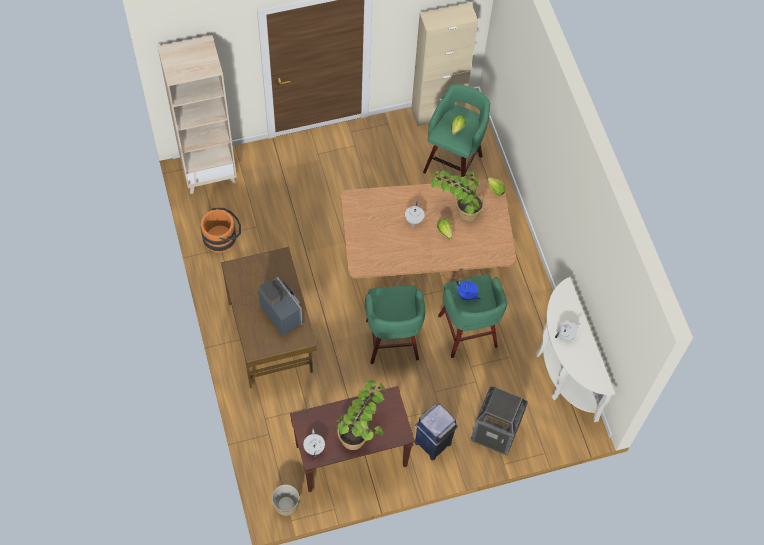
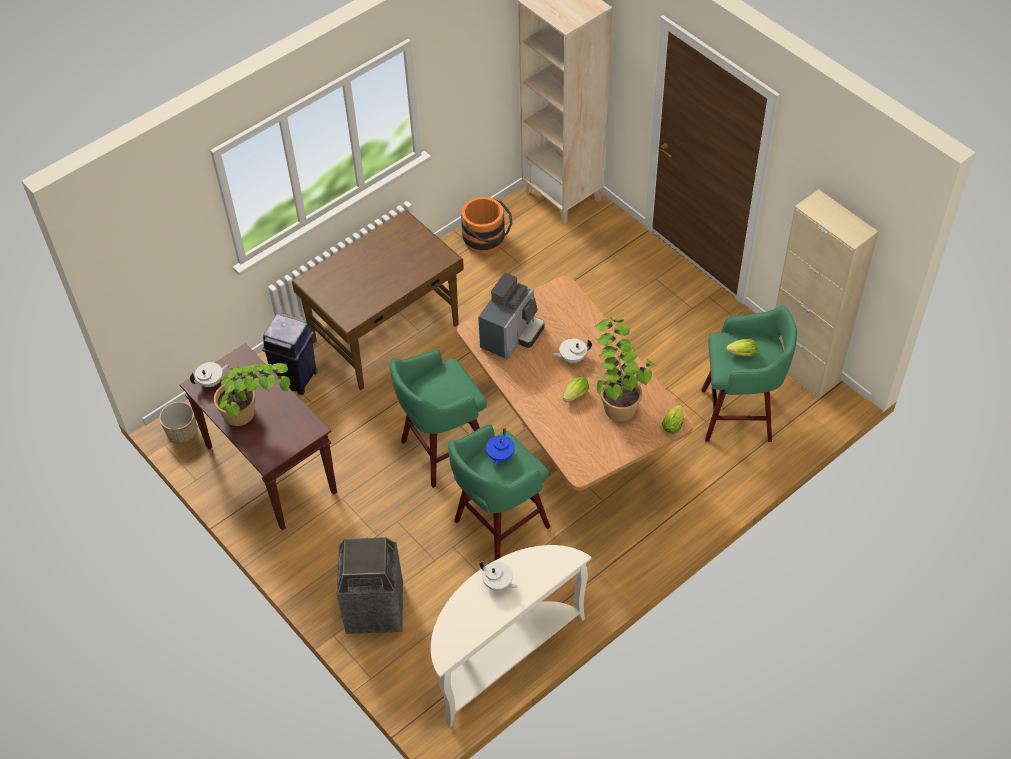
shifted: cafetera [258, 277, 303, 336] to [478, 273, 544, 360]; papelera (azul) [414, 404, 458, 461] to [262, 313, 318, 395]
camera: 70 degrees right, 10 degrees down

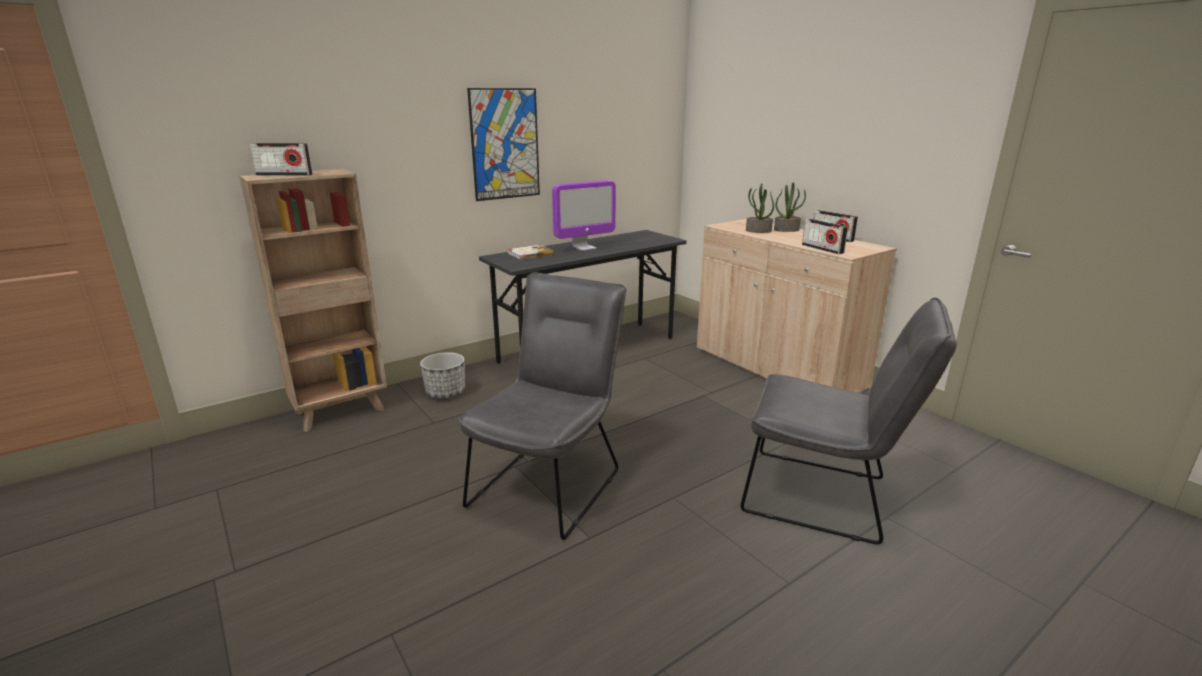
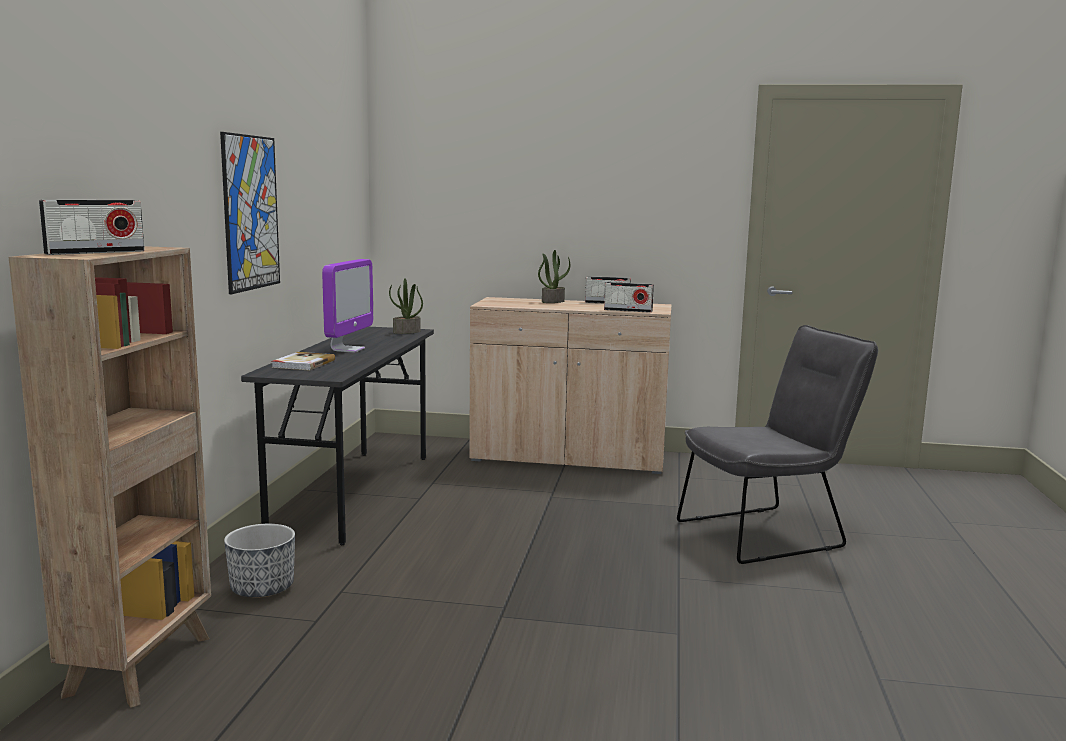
gone: silla (gris) [458, 272, 626, 540]
shifted: planta en maceta [746, 183, 774, 233] to [389, 278, 423, 334]
camera: 45 degrees left, 10 degrees down

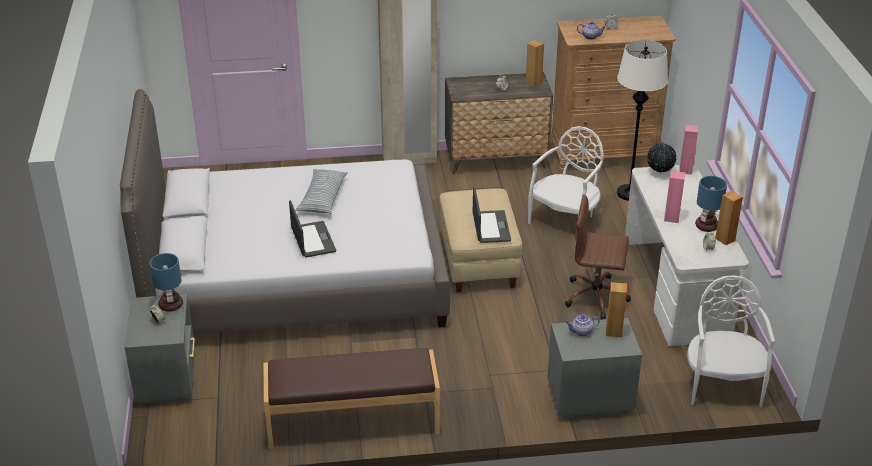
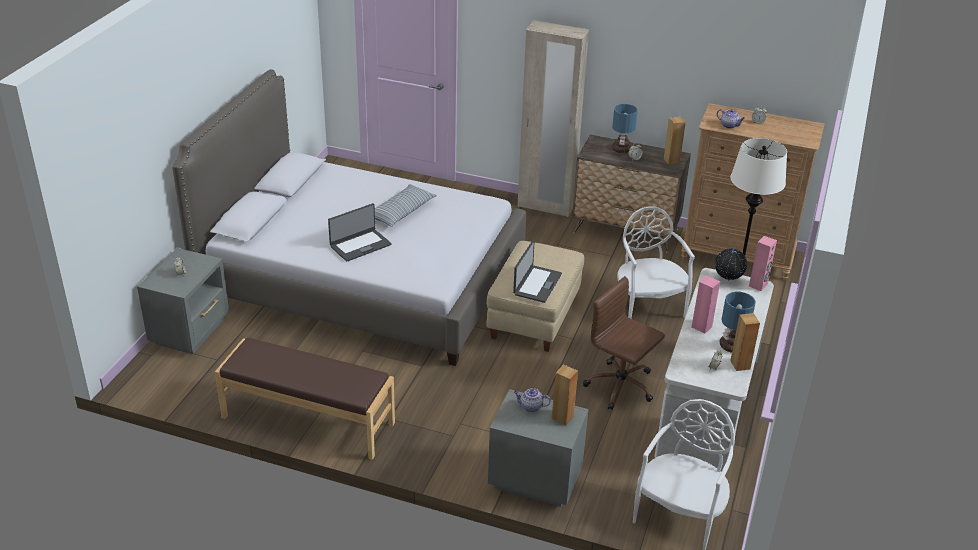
shifted: lámpara de mesa [149, 253, 183, 312] to [612, 104, 638, 153]
rotated: portátil [289, 200, 336, 258] = [328, 203, 392, 262] 45 degrees clockwise; silla (blanco) [528, 126, 603, 224] = [617, 206, 695, 319] 75 degrees counterclockwise
camera: 25 degrees right, 0 degrees up

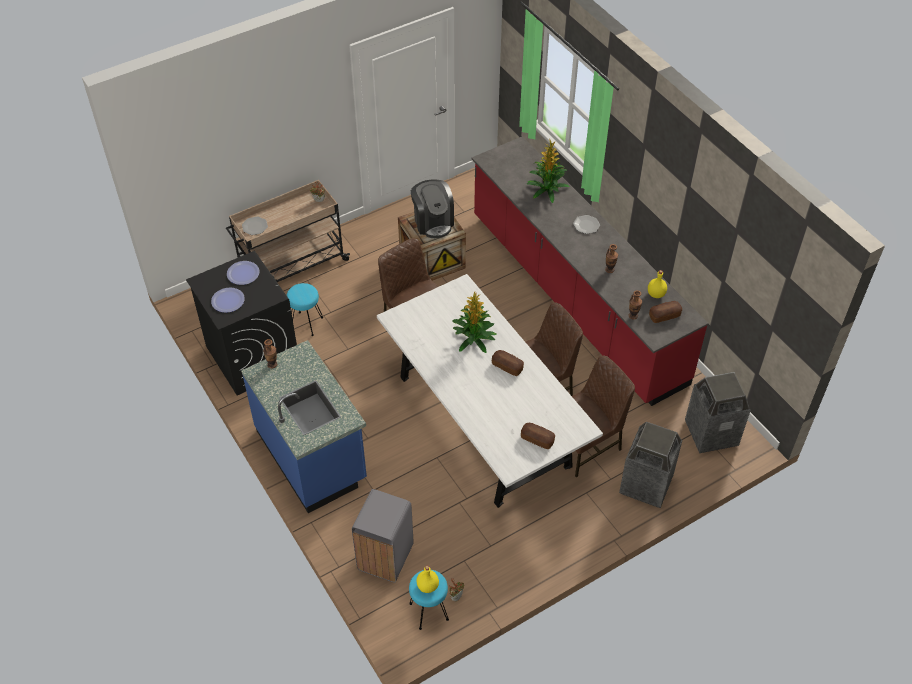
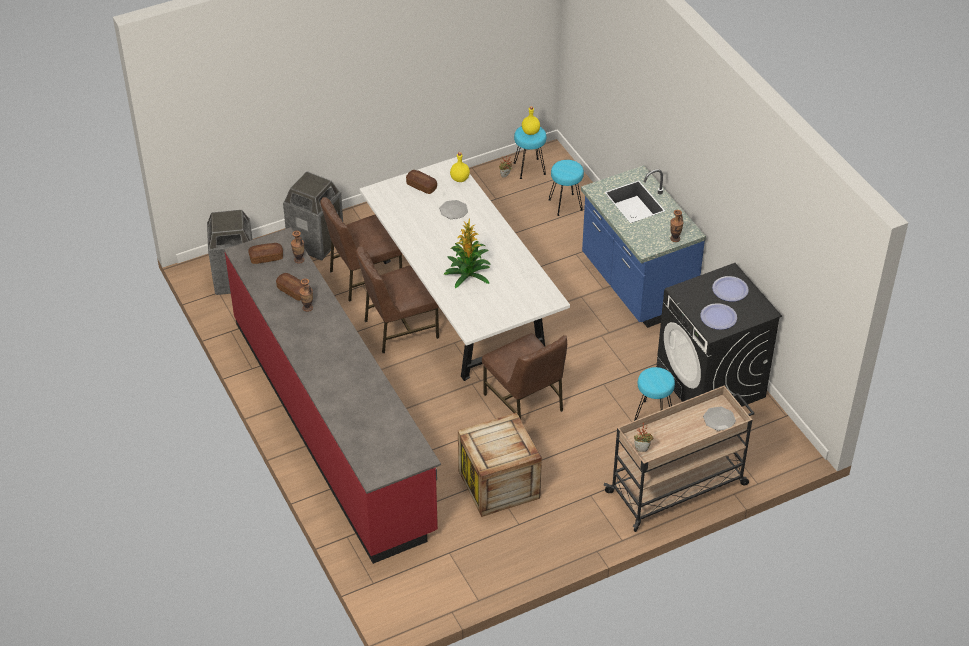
gone: cafetera [411, 180, 454, 238]; planta en maceta [527, 138, 570, 203]
shifted: pan [492, 350, 524, 376] to [276, 273, 304, 301]; plato [573, 215, 600, 234] to [440, 200, 468, 219]; botella (amarillo) [648, 270, 667, 298] to [450, 152, 470, 182]
swapped: papelera (gris) [352, 489, 414, 582] to taburete (turquesa) [548, 160, 584, 216]
camera: 175 degrees left, 5 degrees down

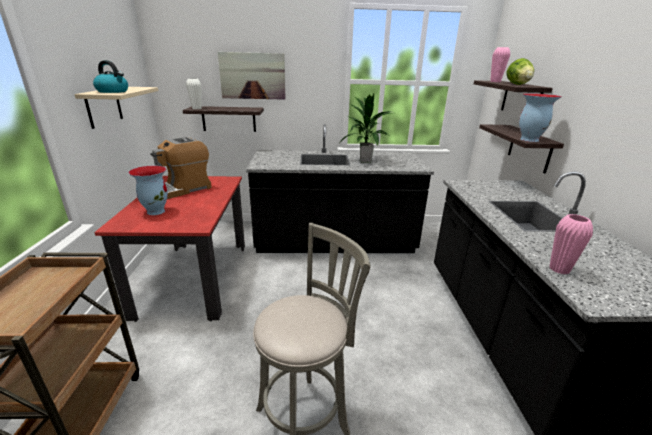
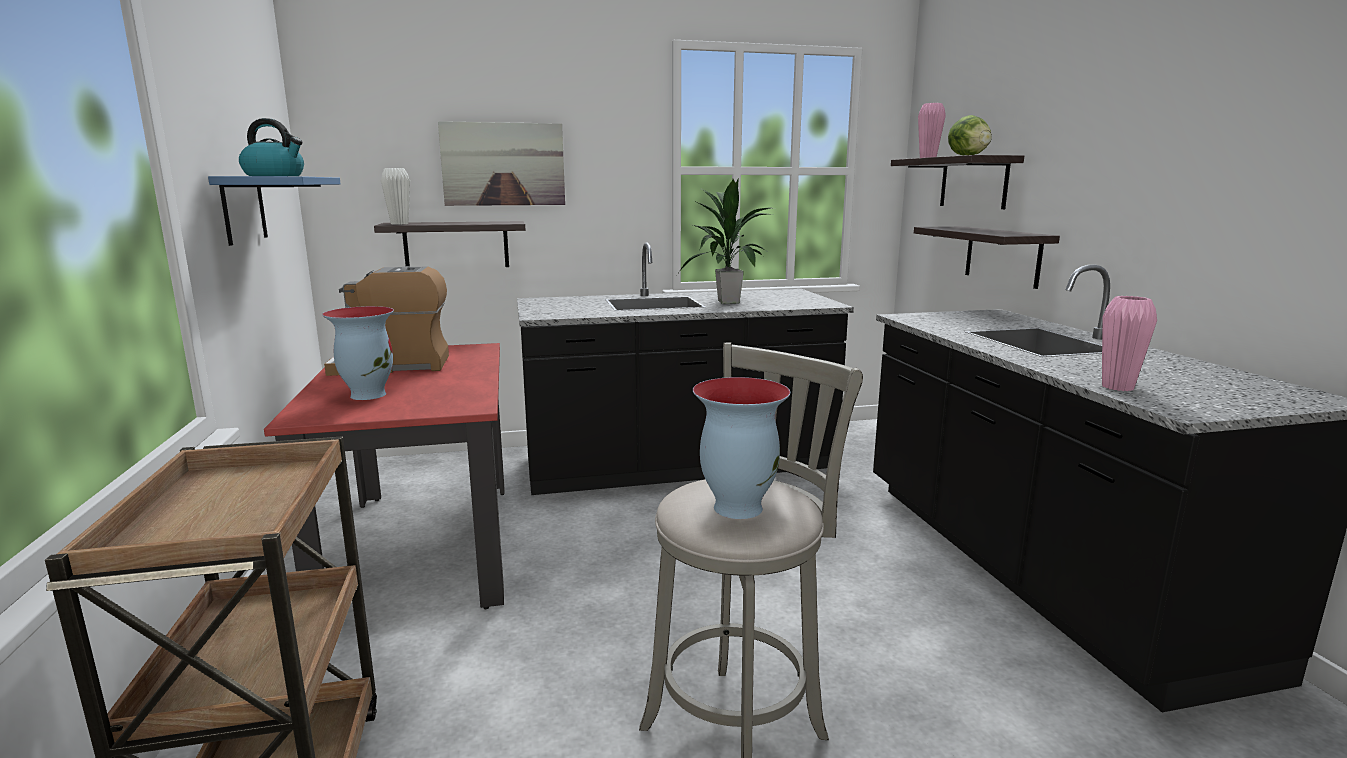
shifted: florero [519, 93, 562, 142] to [693, 377, 790, 519]
repainted: estante (beis) [74, 87, 158, 129] to estante (azul) [208, 176, 340, 246]
rotated: cafetera [150, 137, 212, 199] = [324, 266, 449, 376] 45 degrees clockwise
camera: 10 degrees left, 10 degrees down

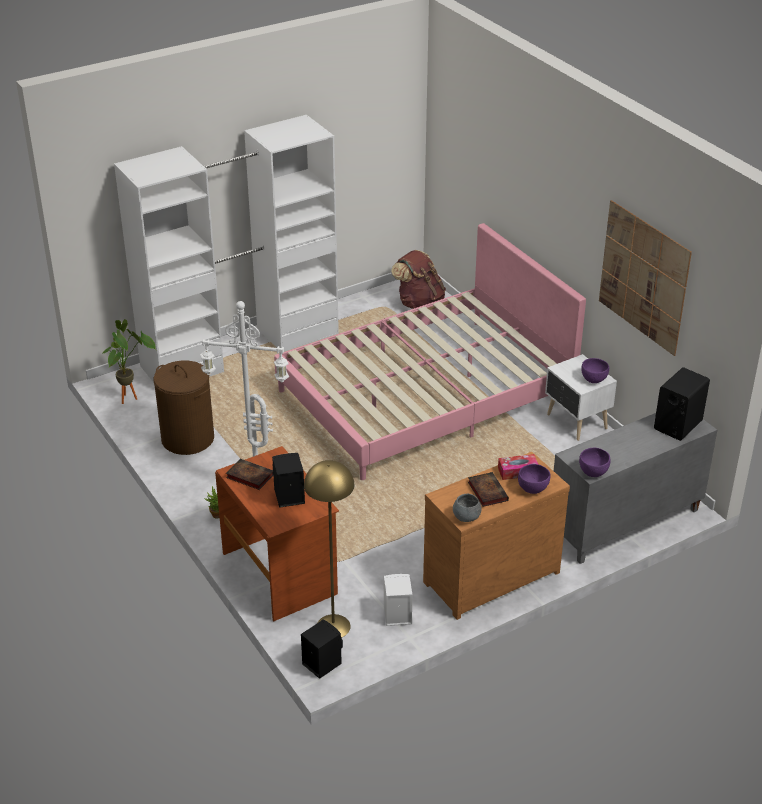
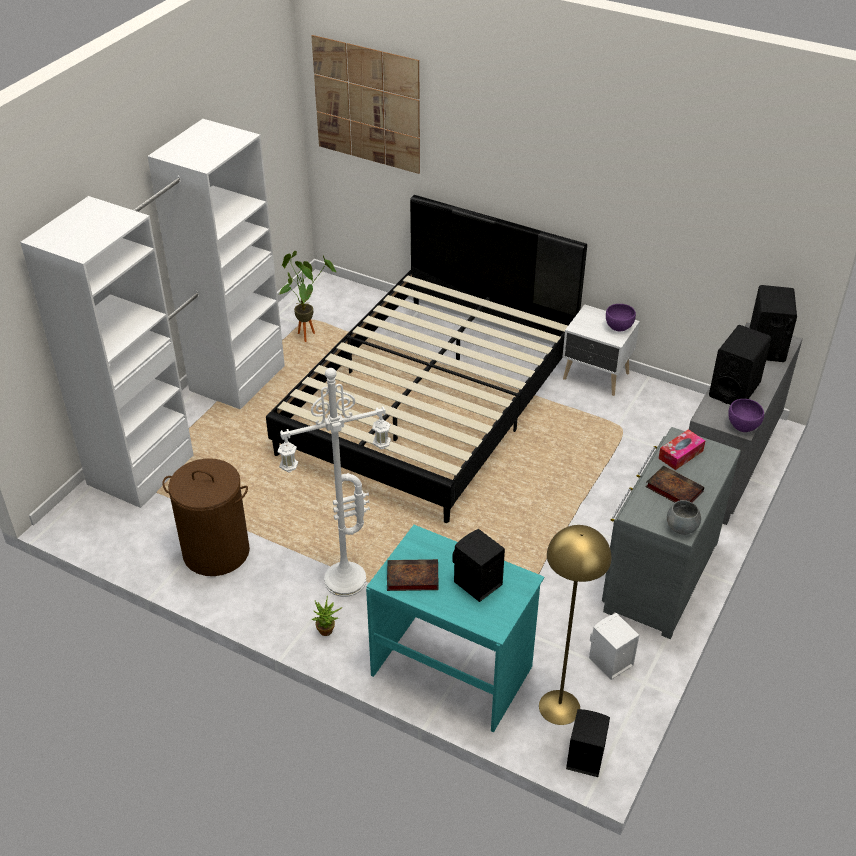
gone: mochila (marrón) [391, 250, 446, 309]; cuenco (morado) [518, 464, 551, 494]
new: altavoz (negro) [709, 325, 771, 405]
shifted: planta en maceta [102, 319, 156, 404] to [279, 251, 336, 342]; cuadro [599, 200, 692, 356] to [311, 35, 420, 174]
repainted: escritorio (marrón) [215, 446, 339, 621] to escritorio (turquesa) [366, 525, 544, 732]; cama (rosa) [274, 223, 586, 480] to cama (negro) [266, 195, 587, 523]; cómoda (marrón) [423, 452, 570, 620] to cómoda (gris) [602, 427, 741, 639]
camera: 30 degrees left, 5 degrees up

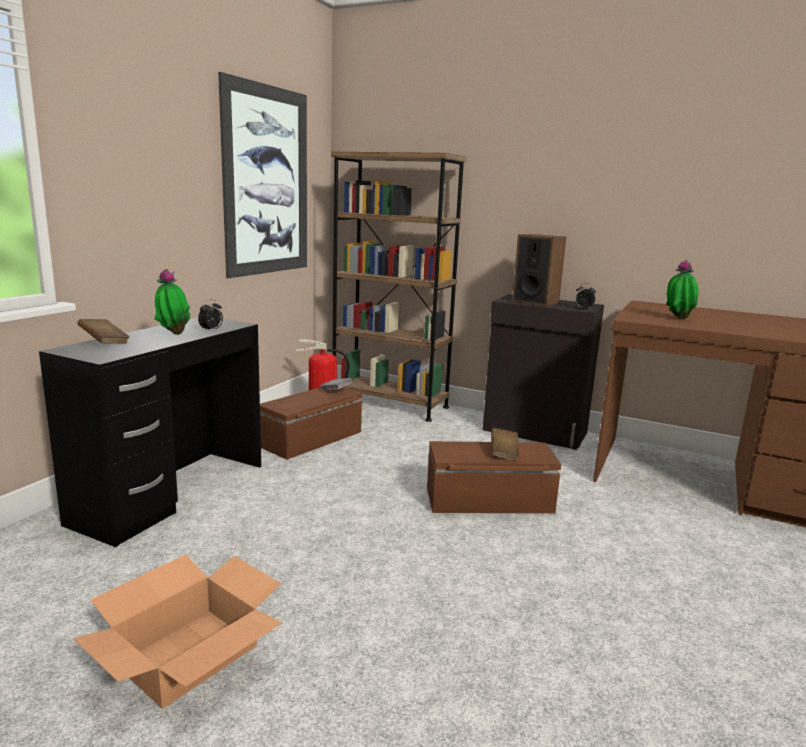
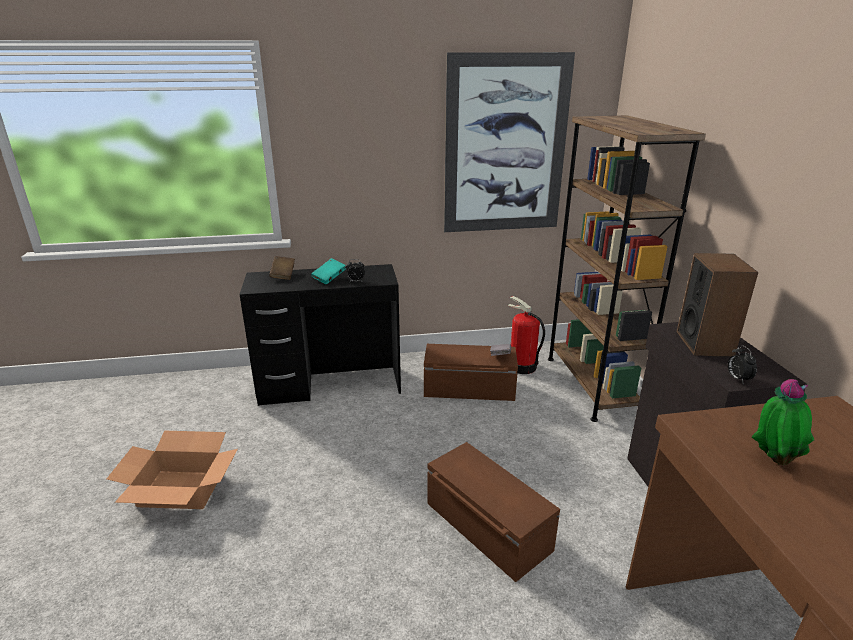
gone: libro (marrón) [491, 428, 520, 460]
swapped: planta en maceta [154, 269, 190, 335] to libro (turquesa) [311, 258, 346, 284]
camera: 55 degrees right, 10 degrees up

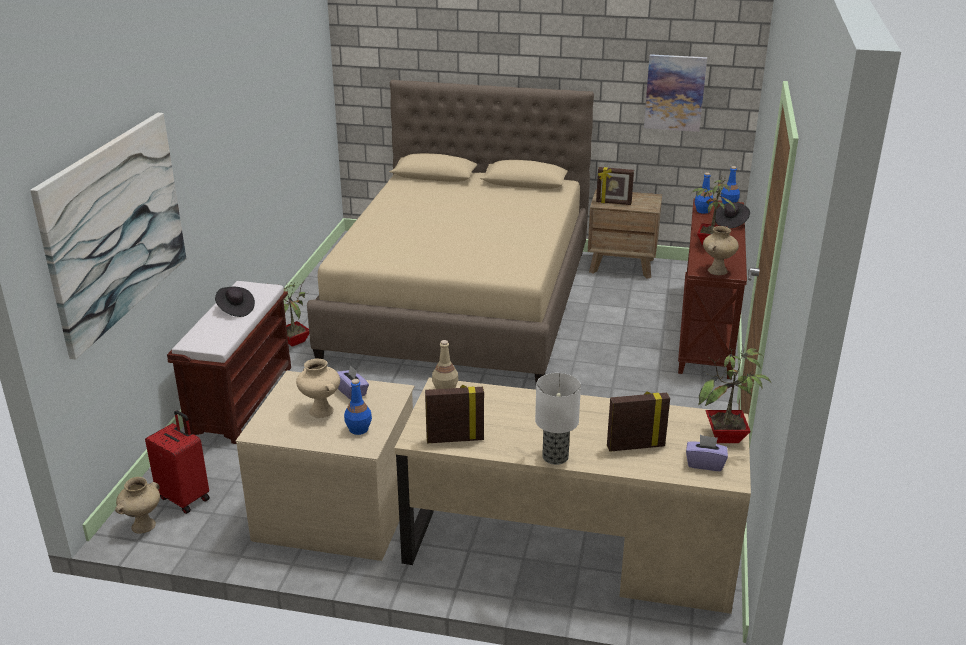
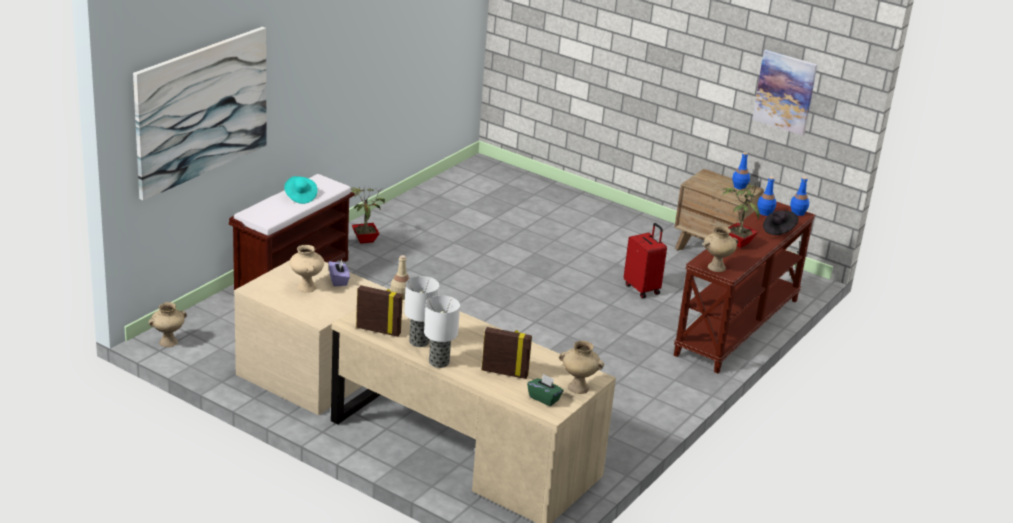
gone: cama (beis) [307, 80, 594, 382]; portarretratos [596, 167, 634, 205]
new: lámpara de mesa [404, 276, 439, 347]
shifted: maleta (rojo) [145, 410, 210, 514] to [624, 223, 667, 298]; botella (azul) [344, 379, 372, 435] to [732, 152, 750, 189]
swapped: planta en maceta [698, 345, 771, 443] to florero (beis) [559, 341, 604, 394]
repainted: sombrero (negro) [215, 287, 255, 317] to sombrero (turquesa) [284, 176, 318, 204]; caja de pañuelos (morado) [686, 435, 728, 471] to caja de pañuelos (verde) [527, 374, 564, 406]
camera: 20 degrees right, 0 degrees up

